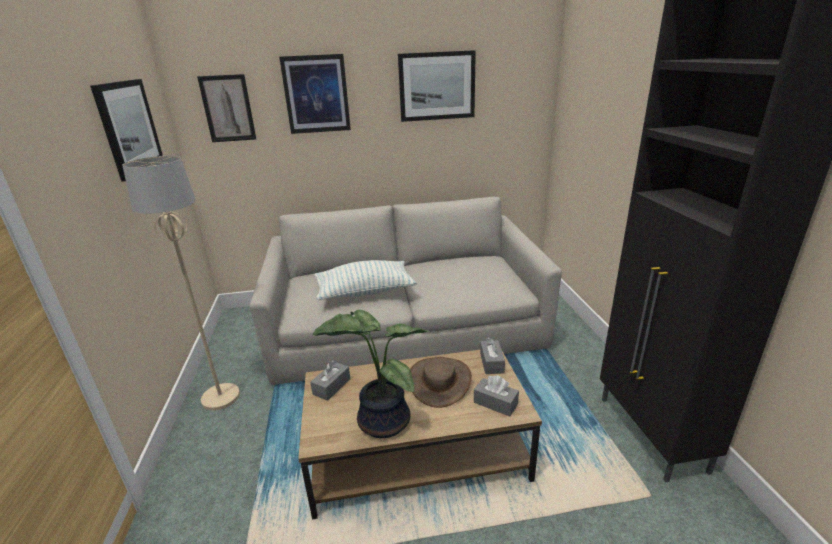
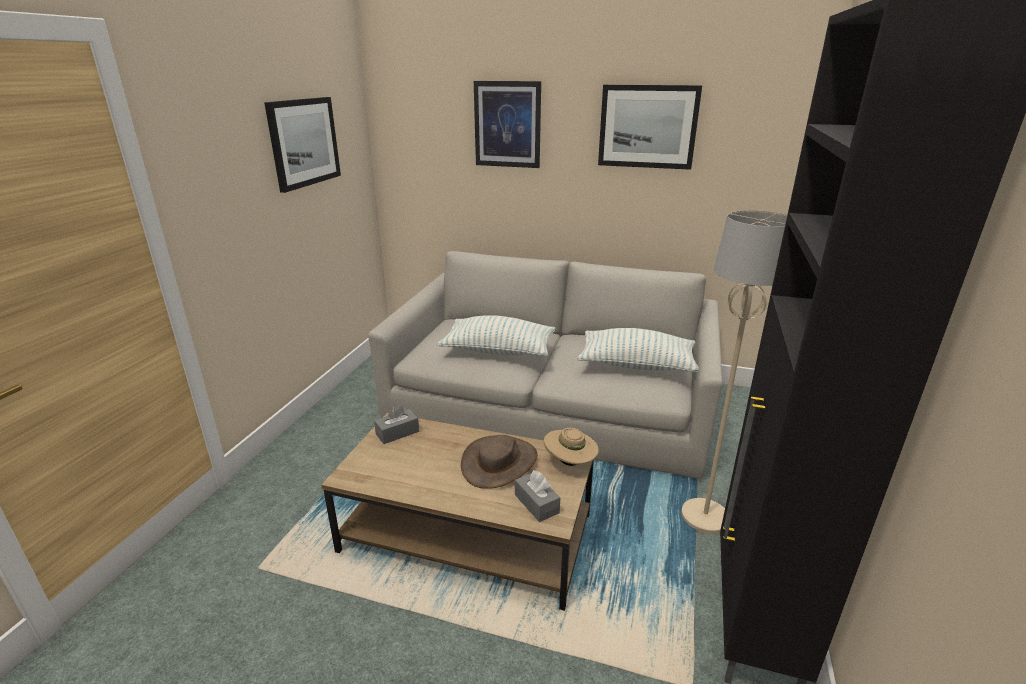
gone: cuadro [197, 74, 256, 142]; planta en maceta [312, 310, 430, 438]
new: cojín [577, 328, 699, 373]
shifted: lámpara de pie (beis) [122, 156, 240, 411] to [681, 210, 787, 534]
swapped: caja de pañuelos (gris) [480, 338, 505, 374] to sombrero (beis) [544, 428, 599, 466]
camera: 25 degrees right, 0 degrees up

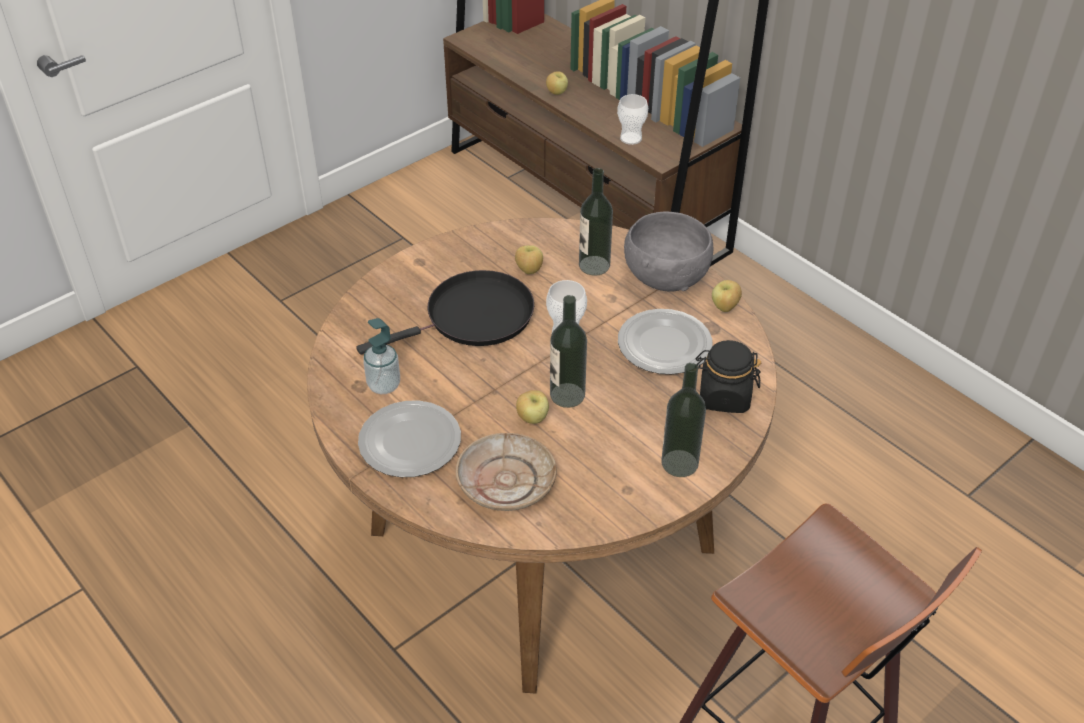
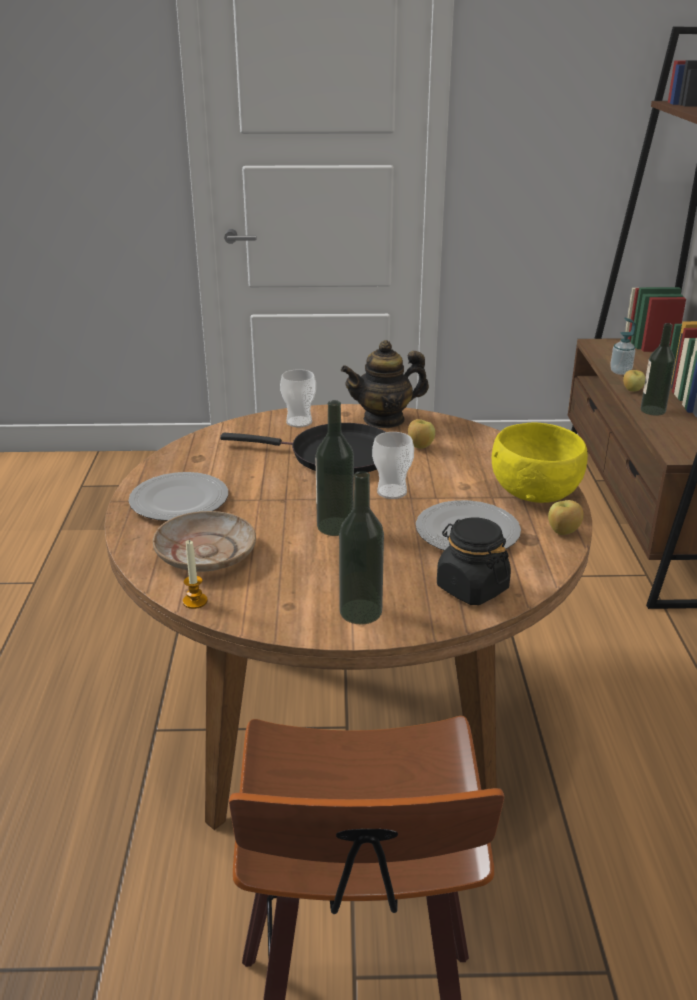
gone: manzana [516, 390, 549, 424]
new: vela [183, 540, 208, 609]; tetera [341, 340, 429, 428]
shifted: dispensador de jabón [363, 318, 400, 394] to [610, 318, 636, 375]; botella [579, 168, 613, 276] to [641, 323, 675, 416]; taza [617, 94, 648, 145] to [280, 369, 316, 427]
repainted: cuenco (gris) [624, 212, 713, 292] to cuenco (amarillo) [492, 422, 588, 503]
camera: 40 degrees right, 15 degrees down

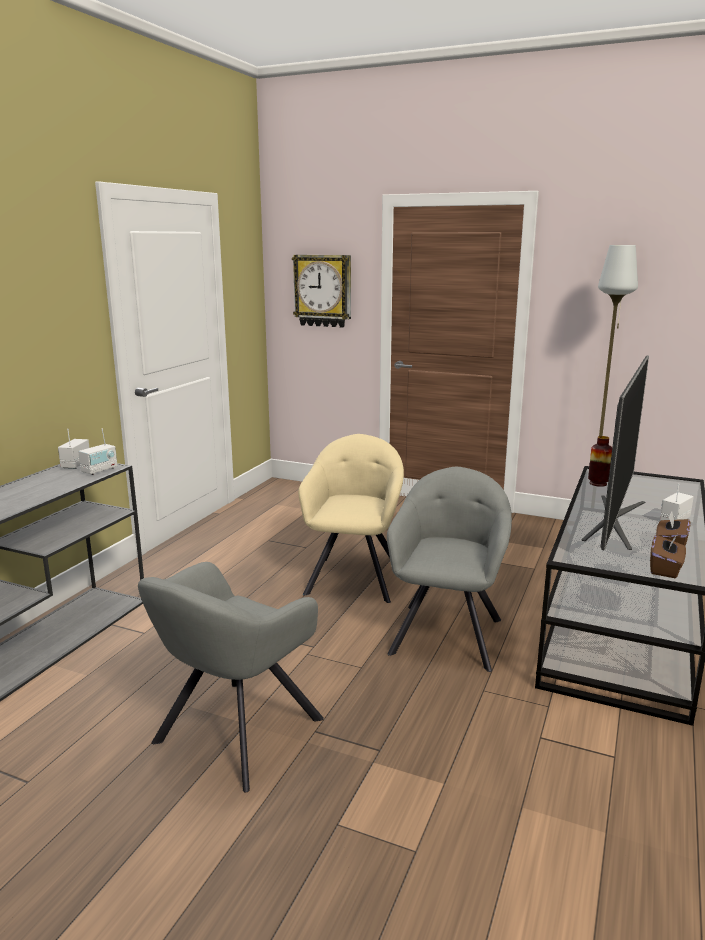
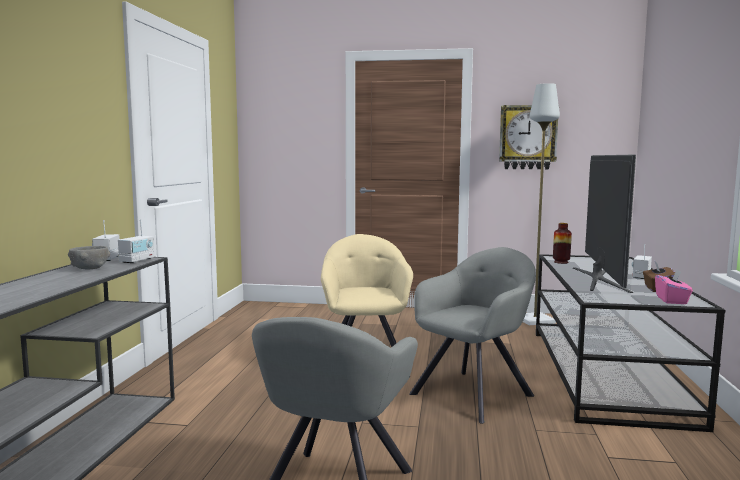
new: cuenco (gris) [68, 246, 110, 269]
shifted: reloj de pared [292, 255, 351, 328] to [499, 105, 558, 169]
repainted: caja de pañuelos (marrón) [650, 534, 686, 578] to caja de pañuelos (rosa) [655, 270, 693, 304]
rotated: sillón (gris) [387, 467, 512, 672] = [409, 247, 536, 424] 45 degrees clockwise
camera: 15 degrees left, 10 degrees down

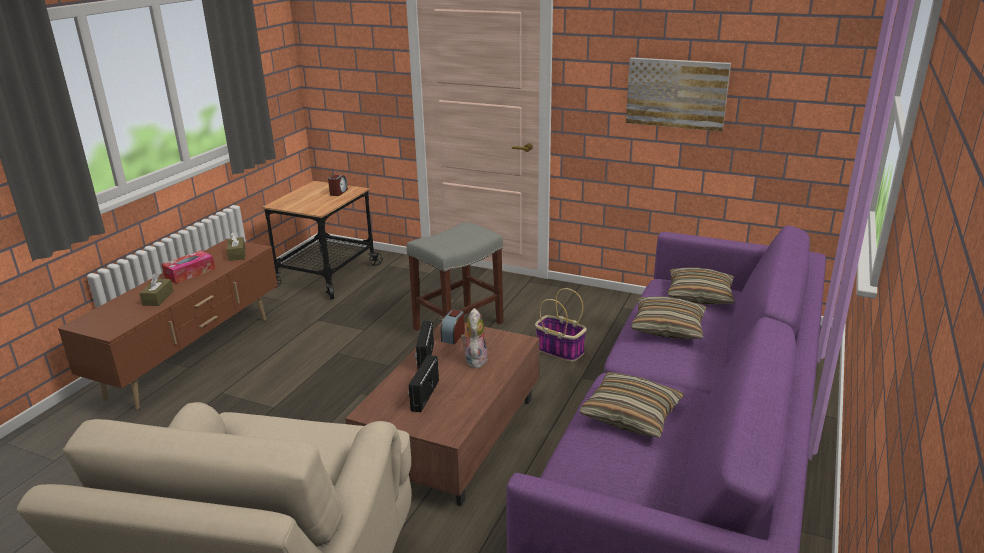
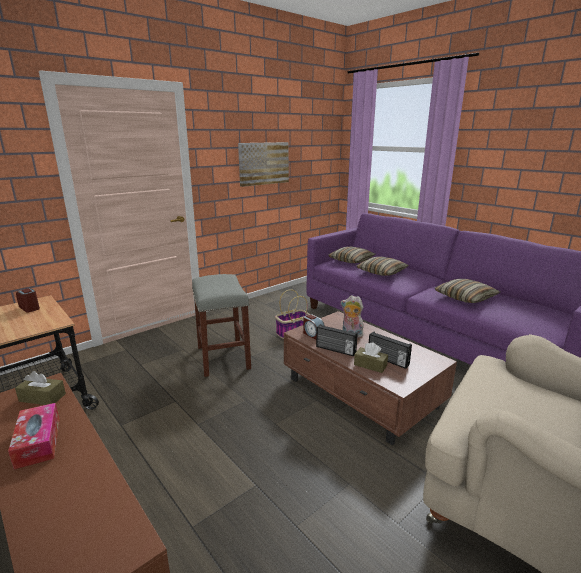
shifted: caja de pañuelos (marrón) [139, 273, 173, 306] to [354, 342, 388, 373]
camera: 65 degrees left, 5 degrees down

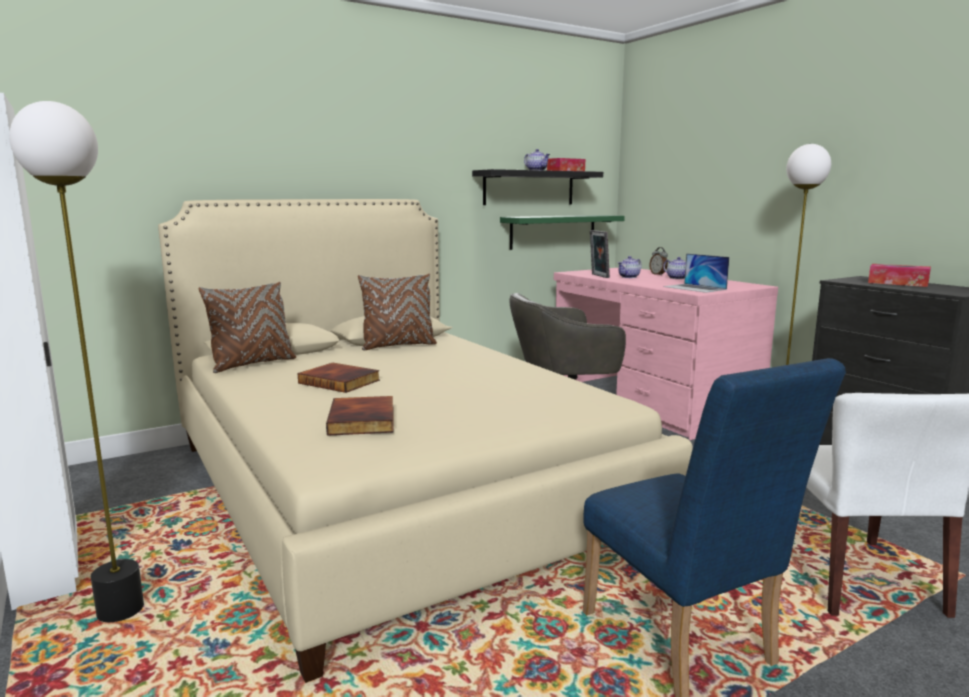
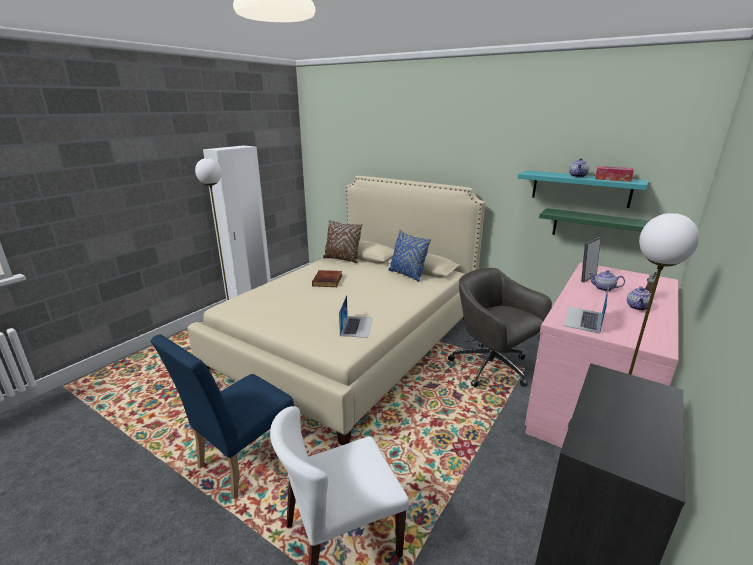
gone: libro [326, 396, 393, 436]; caja de pañuelos [868, 264, 931, 287]
new: portátil [339, 295, 373, 338]
repainted: cojín (marrón) [358, 274, 437, 350] to cojín (azul) [388, 230, 431, 282]; estante (negro) [472, 169, 603, 205] to estante (turquesa) [518, 171, 649, 208]
camera: 65 degrees right, 10 degrees up

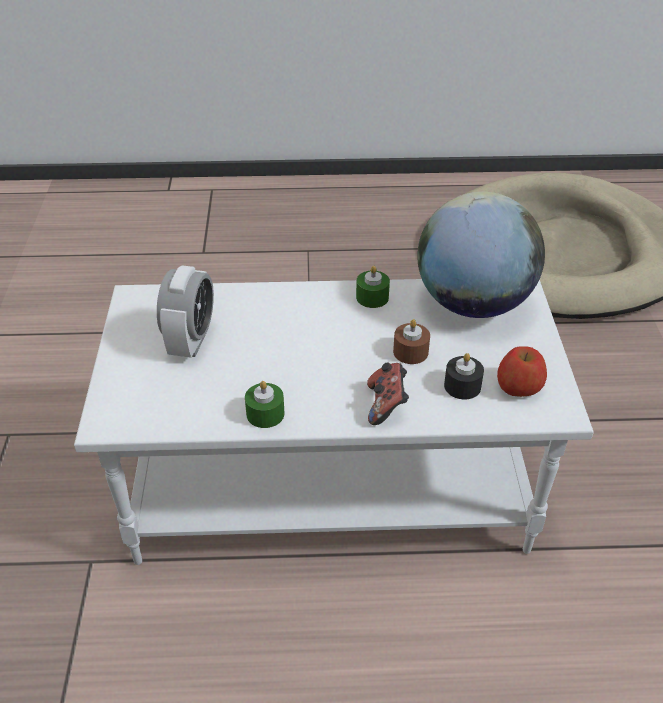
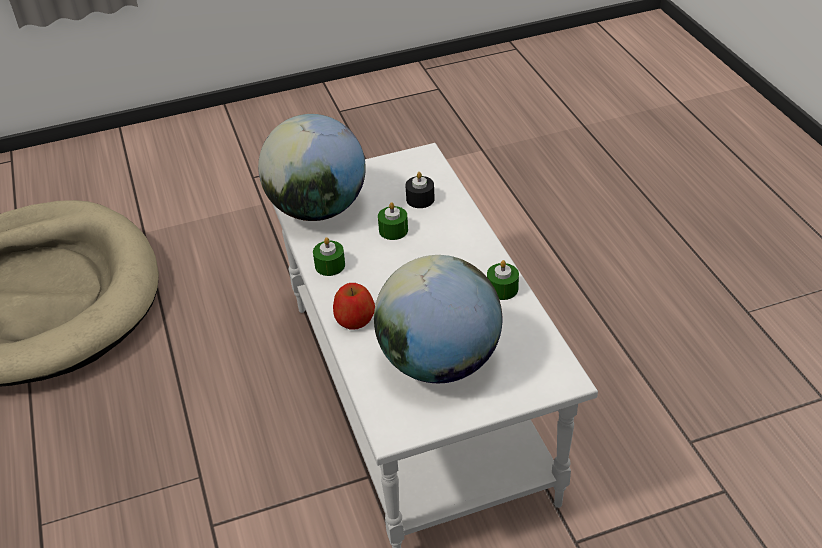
gone: mando de consola [367, 362, 409, 425]
shifted: manzana [497, 346, 547, 397] to [333, 283, 375, 330]
swapped: despertador [157, 265, 214, 358] to globo terráqueo [374, 255, 502, 383]
repainted: vela (marrón) [393, 319, 430, 364] to vela (verde) [378, 202, 408, 240]
camera: 105 degrees left, 0 degrees up

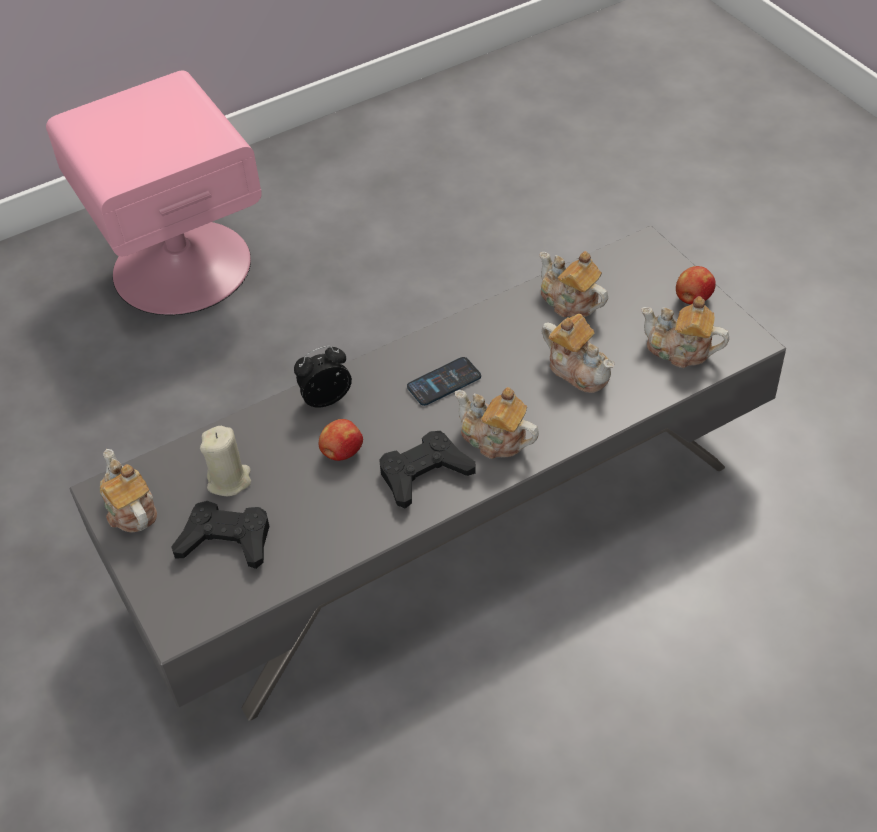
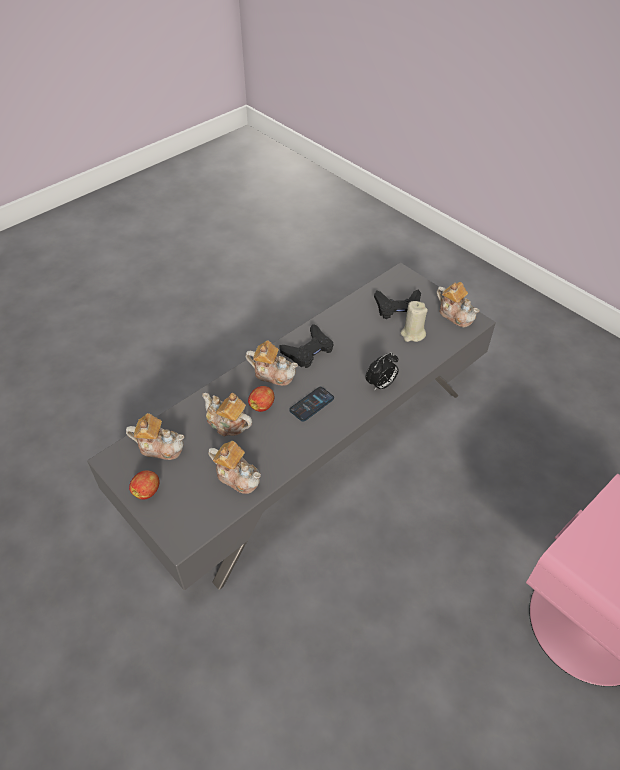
shifted: manzana [319, 419, 363, 461] to [248, 386, 275, 412]
camera: 165 degrees right, 0 degrees up

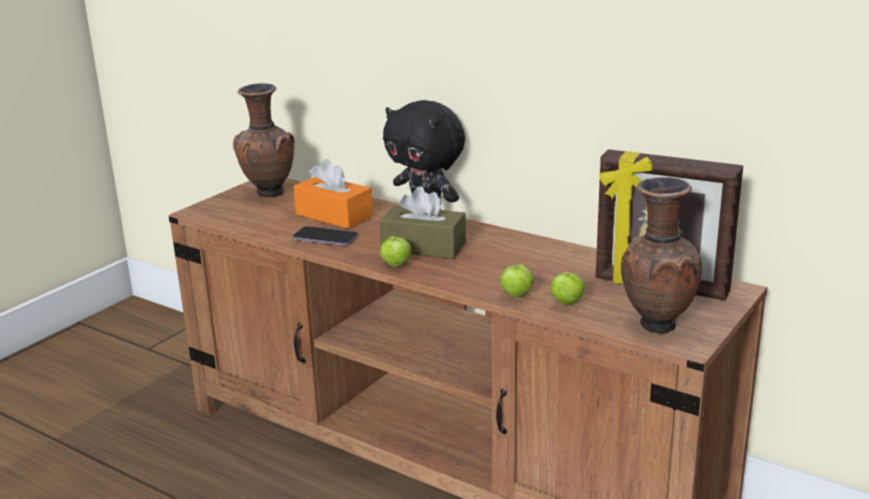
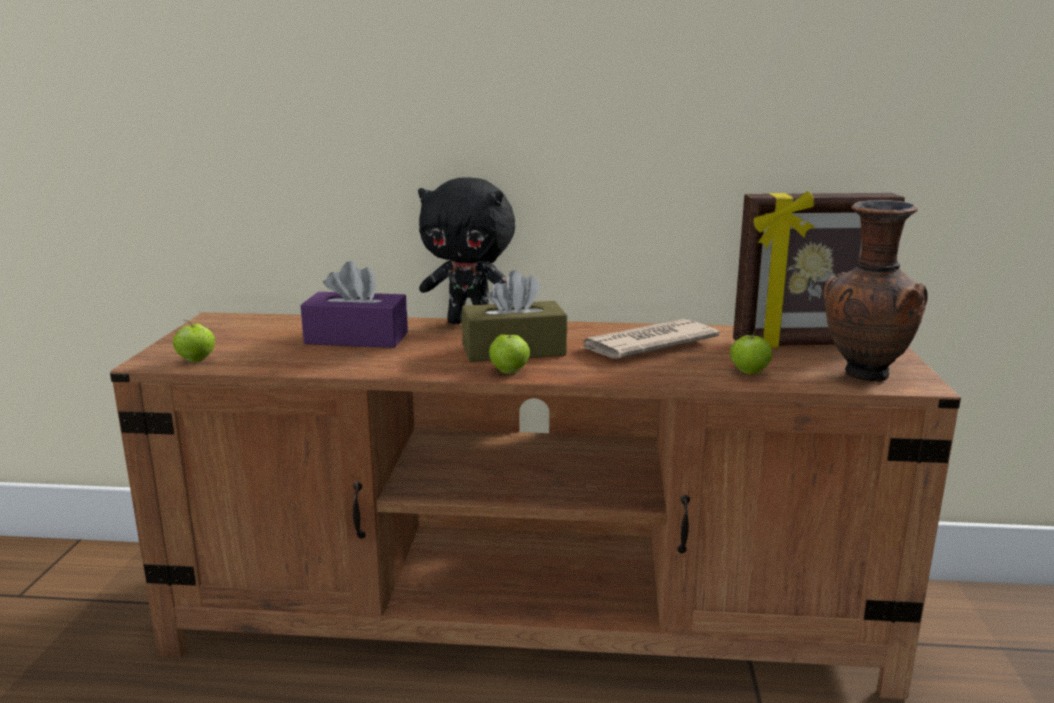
gone: florero (marrón) [233, 83, 295, 197]; móvil [293, 226, 358, 246]
new: periódico [579, 319, 719, 359]
shifted: manzana [500, 260, 534, 297] to [173, 320, 215, 363]
repainted: caja de pañuelos (naranja) [294, 159, 373, 229] to caja de pañuelos (morado) [300, 261, 408, 348]
camera: 30 degrees left, 5 degrees down

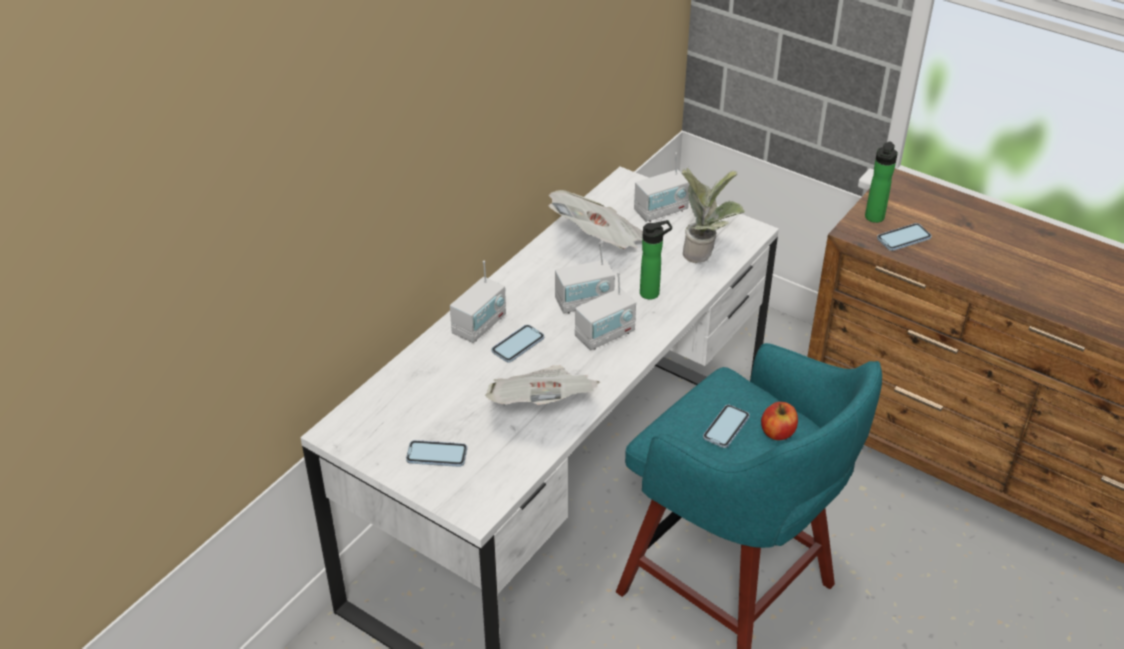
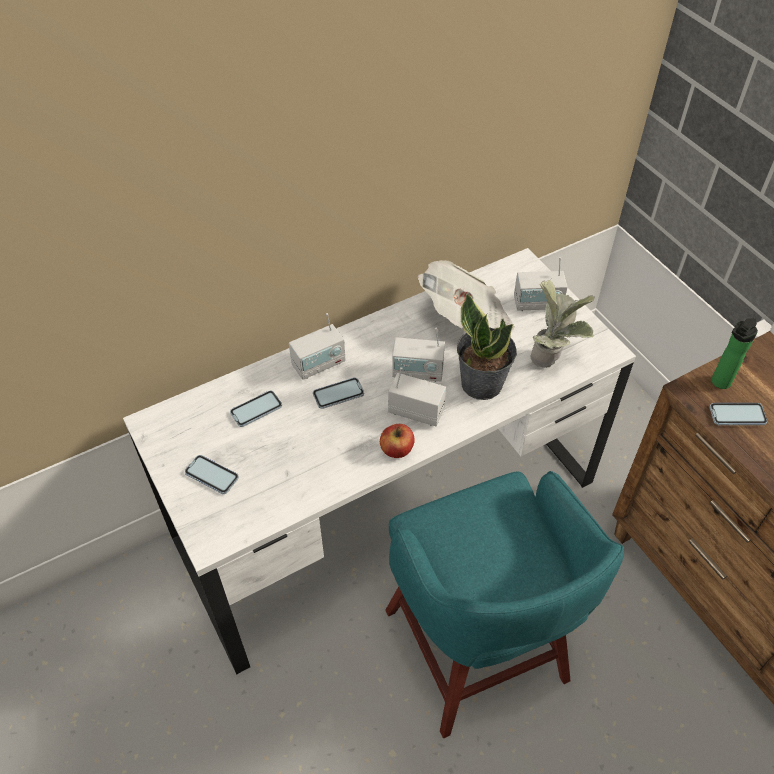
gone: periódico [485, 365, 600, 405]
shifted: móvil [703, 405, 750, 448] to [230, 391, 282, 427]; manzana [761, 402, 798, 440] to [380, 424, 415, 458]
swapped: botella [640, 220, 672, 299] to planta en maceta [457, 293, 517, 400]
rotated: radio [575, 272, 636, 350] = [388, 367, 446, 426] 150 degrees counterclockwise
camera: 25 degrees right, 10 degrees up

